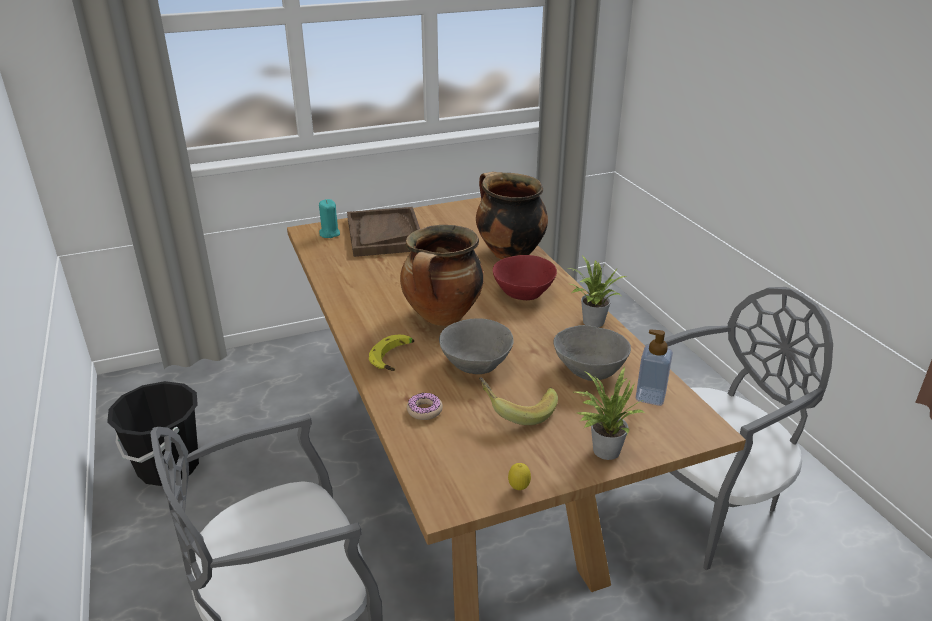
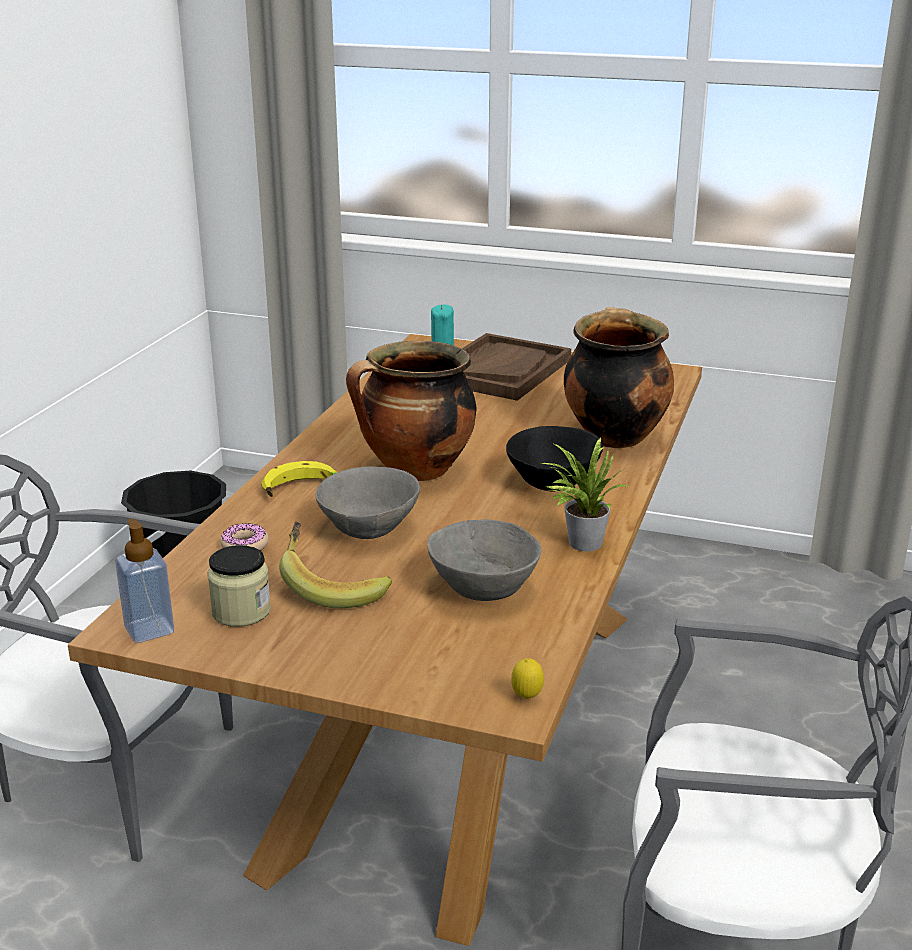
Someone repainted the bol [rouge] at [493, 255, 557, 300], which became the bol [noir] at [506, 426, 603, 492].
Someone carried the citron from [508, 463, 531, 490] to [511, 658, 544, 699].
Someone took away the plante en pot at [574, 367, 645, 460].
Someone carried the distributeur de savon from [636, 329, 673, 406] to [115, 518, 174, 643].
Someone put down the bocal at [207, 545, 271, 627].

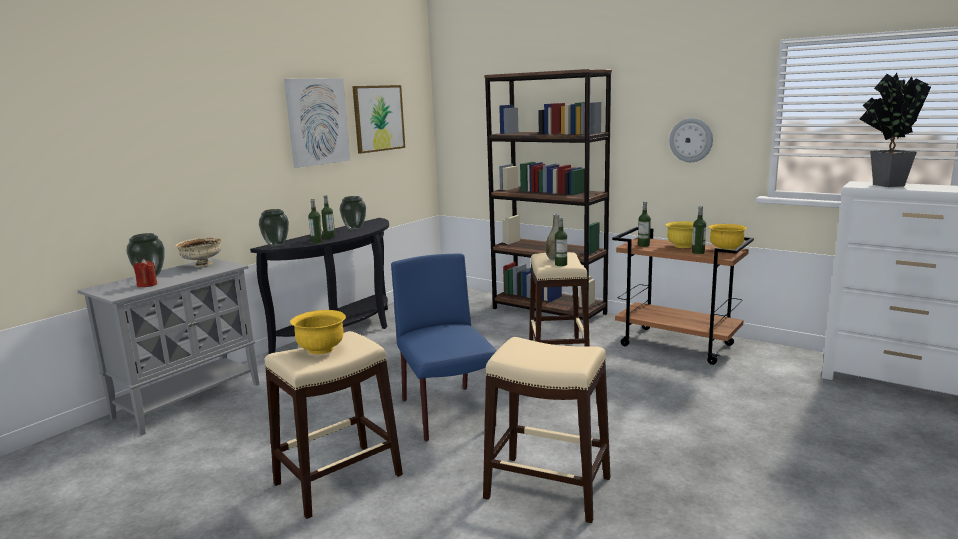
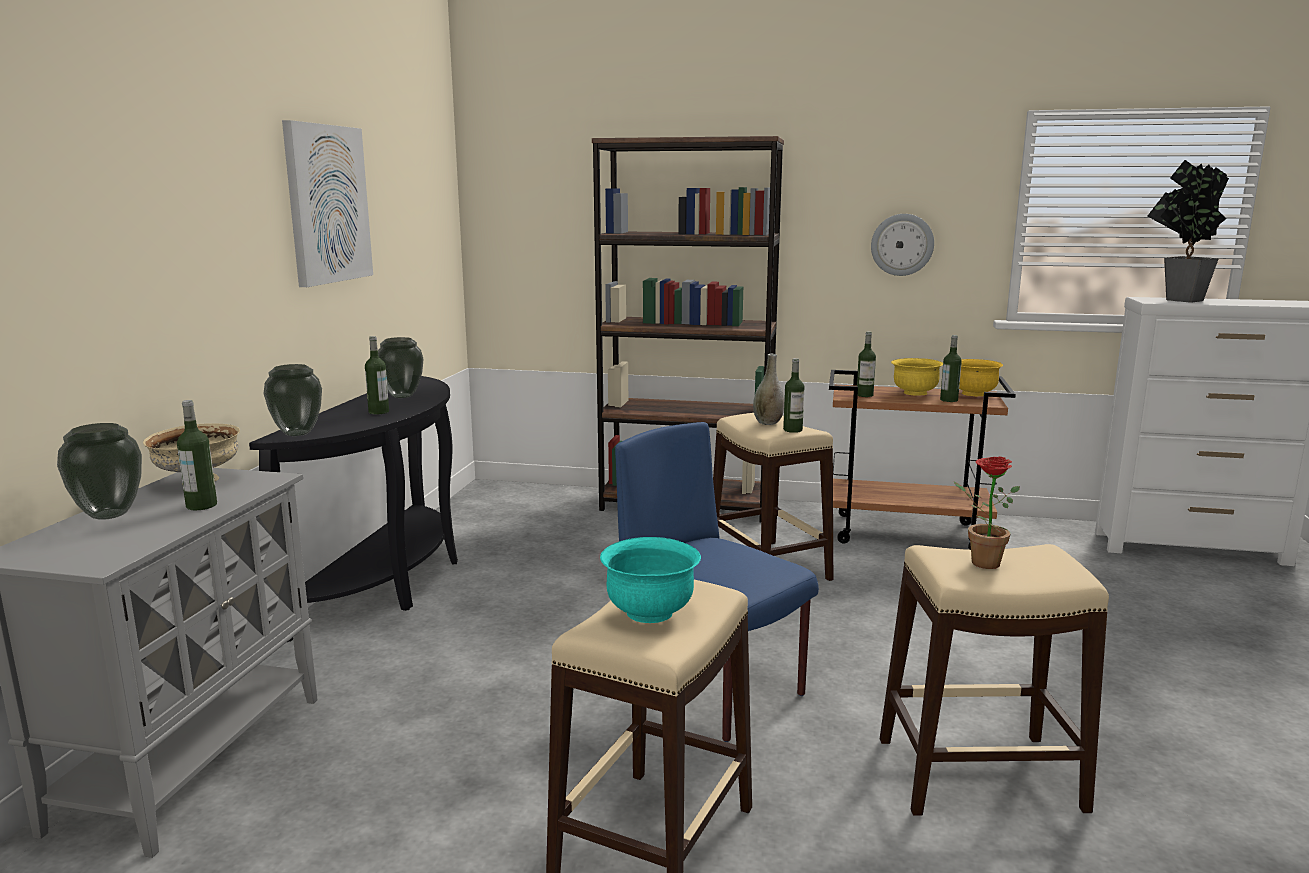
Someone took away the bougie [rouge] at [134, 259, 157, 287].
Someone repainted the bol [jaune] at [290, 310, 346, 354], which became the bol [turquoise] at [600, 537, 701, 623].
Someone carried the bouteille from [308, 199, 323, 244] to [177, 400, 217, 510].
Someone took away the tableau at [352, 85, 405, 154].
Someone put down the plante en pot at [954, 456, 1020, 569].

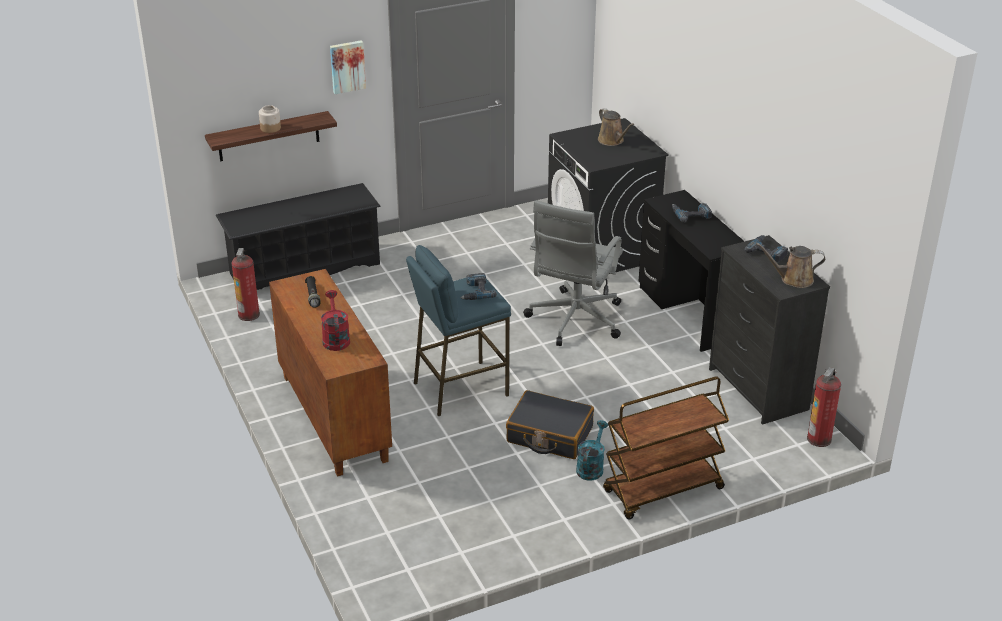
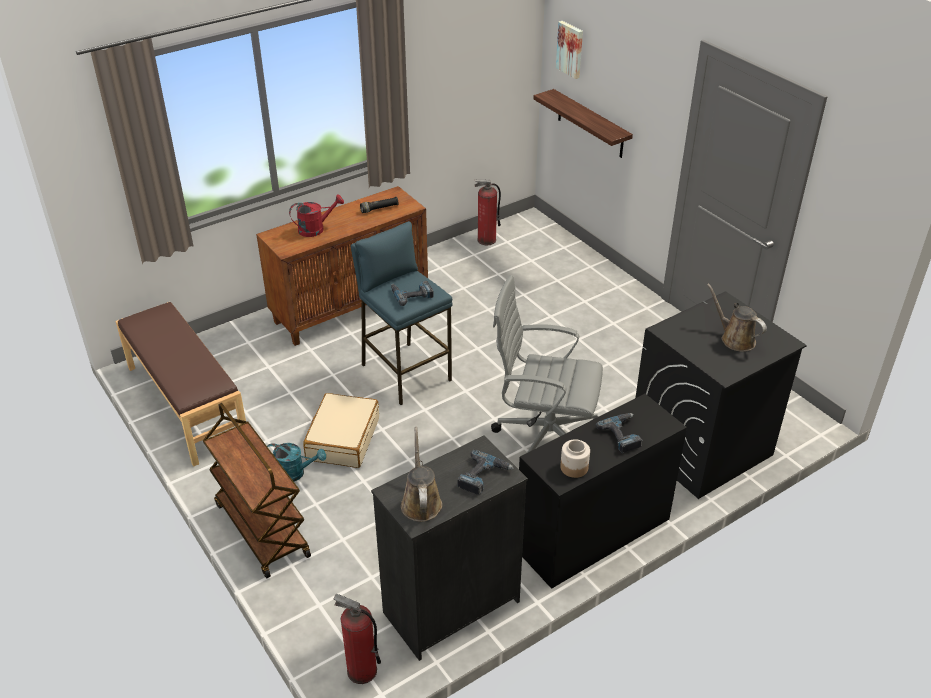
Someone took away the étagère à chaussures [noir] at [216, 183, 381, 290].
Someone carried the bocal from [259, 105, 281, 133] to [560, 439, 590, 478].
Someone carried the tableau from [330, 40, 366, 94] to [556, 21, 583, 79].
Someone repainted the valise [noir] at [506, 390, 594, 459], which became the valise [beige] at [303, 393, 379, 468].
Someone rotated the arrosoir [marron] at [598, 108, 634, 146] by 90 degrees clockwise.
Someone put down the banc [marron] at [116, 302, 246, 467].

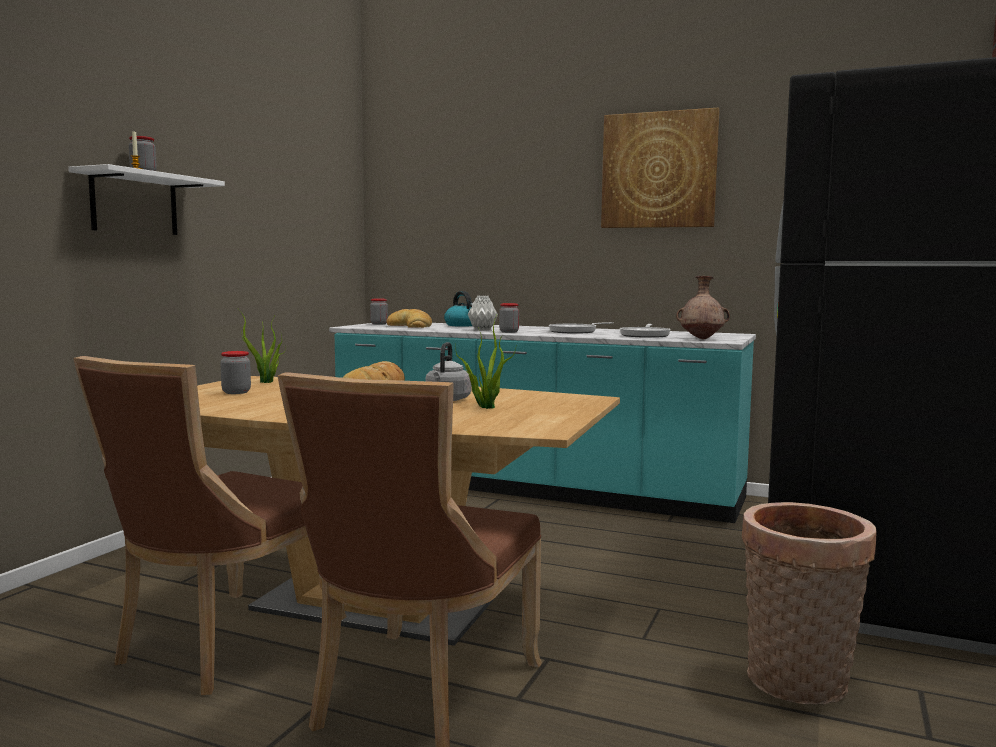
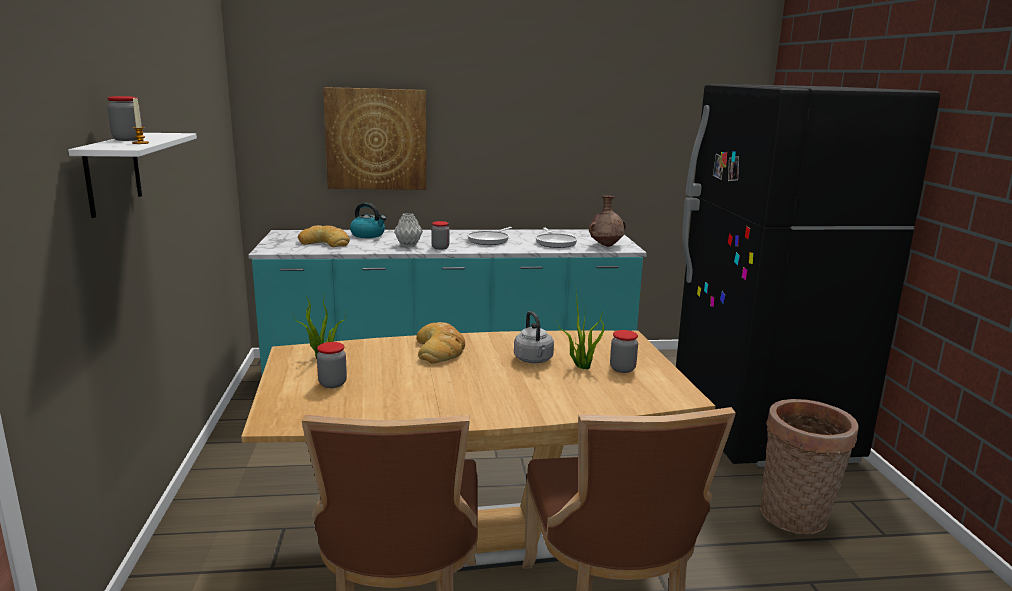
Someone carried the bocal from [370, 299, 388, 325] to [610, 330, 638, 373].
Someone carried the tableau from [601, 108, 720, 228] to [323, 87, 426, 190].

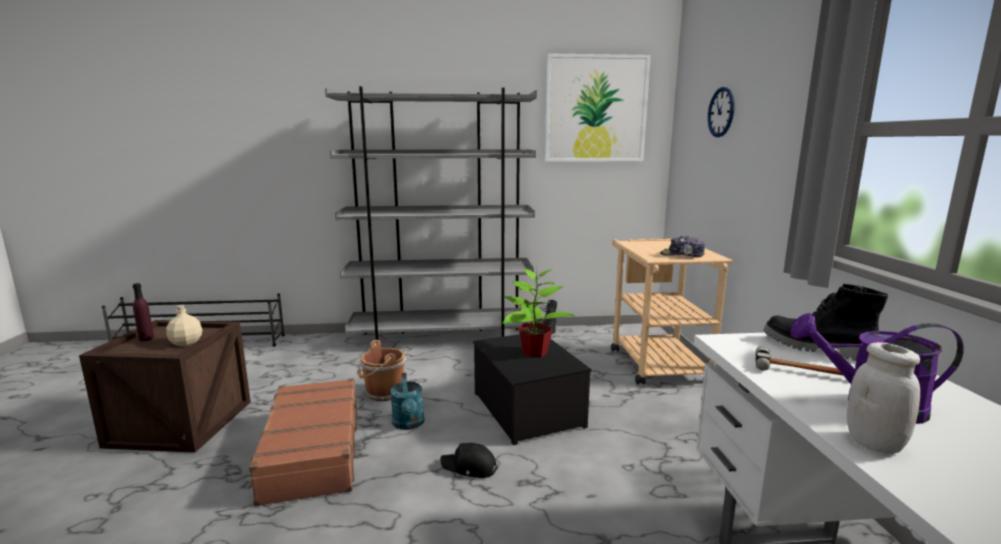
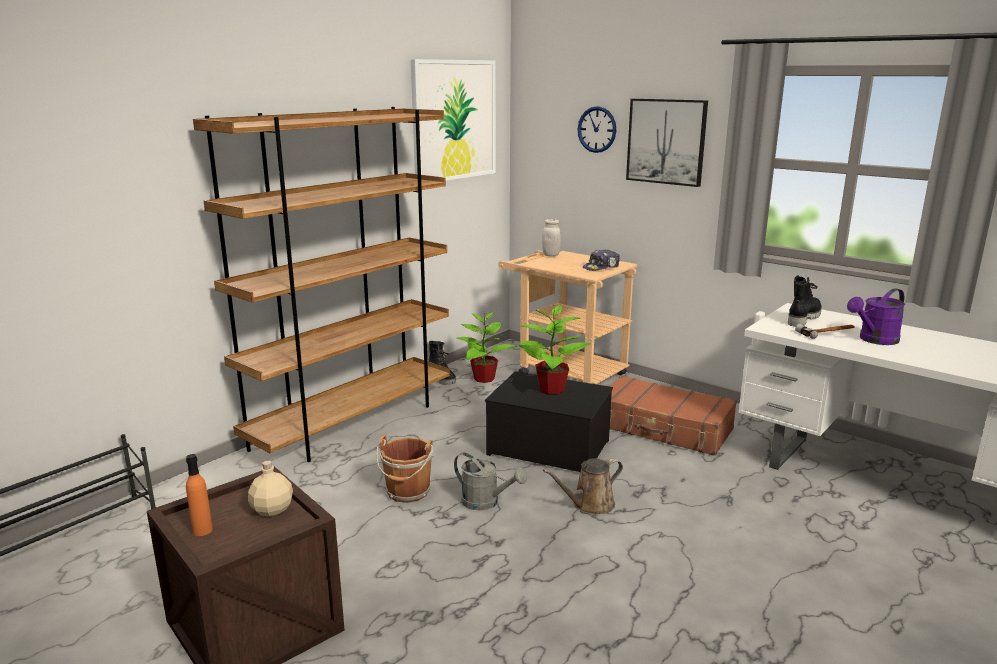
Someone repainted the bouteille [violet] at [133, 283, 154, 341], which became the bouteille [orange] at [186, 454, 213, 536].
Someone carried the valise [marron] from [248, 378, 357, 506] to [609, 375, 737, 456].
Someone repainted the bibliothèque [gris] at [325, 86, 537, 343], which became the bibliothèque [marron] at [193, 107, 450, 462].
Someone repainted the arrosoir [turquoise] at [390, 373, 424, 430], which became the arrosoir [gris] at [454, 452, 527, 511].
Someone swapped the casquette [noir] at [441, 443, 498, 478] for the arrosoir [marron] at [543, 458, 623, 514].
Someone rotated the botte [noir] at [764, 284, 888, 361] by 135 degrees clockwise.
Someone carried the bocal [blanc] from [847, 342, 920, 454] to [542, 219, 561, 256].
Someone put down the plante en pot at [456, 312, 517, 383].
Someone put up the tableau at [626, 99, 708, 187].

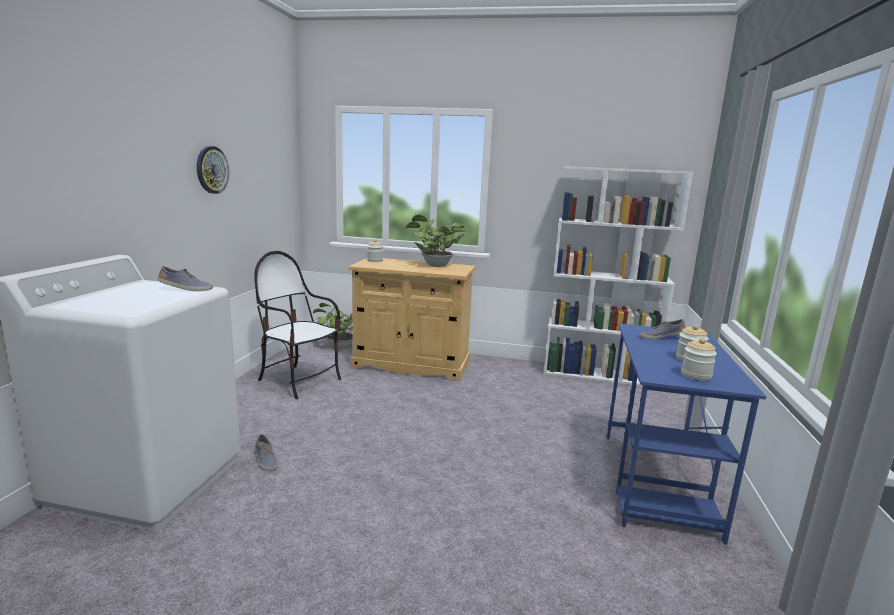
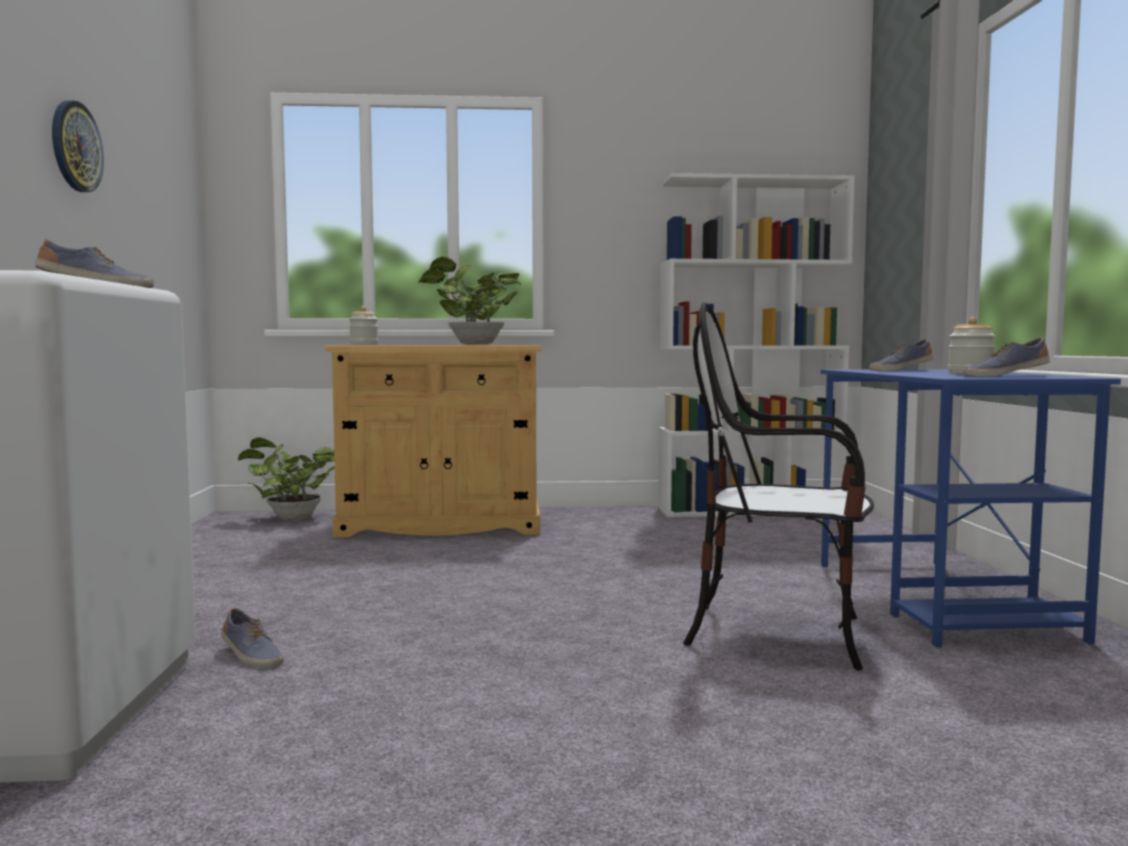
Someone carried the chaise from [254, 251, 341, 399] to [683, 302, 874, 671].
Someone swapped the bocal at [681, 338, 717, 381] for the chaussure at [963, 337, 1050, 377].

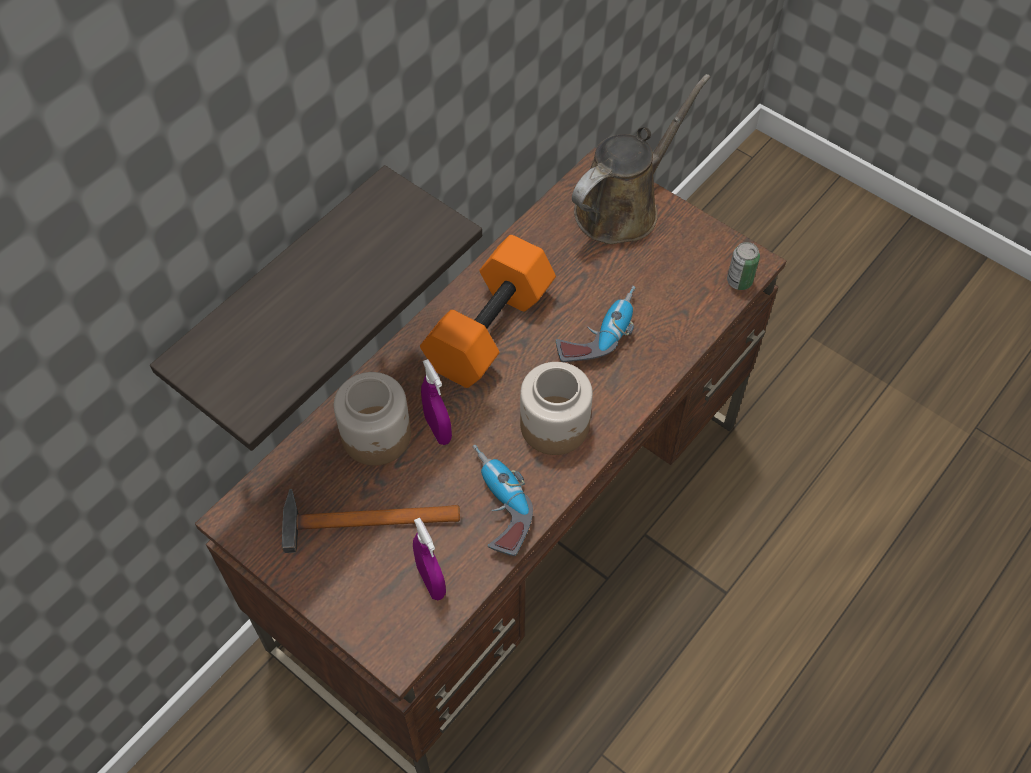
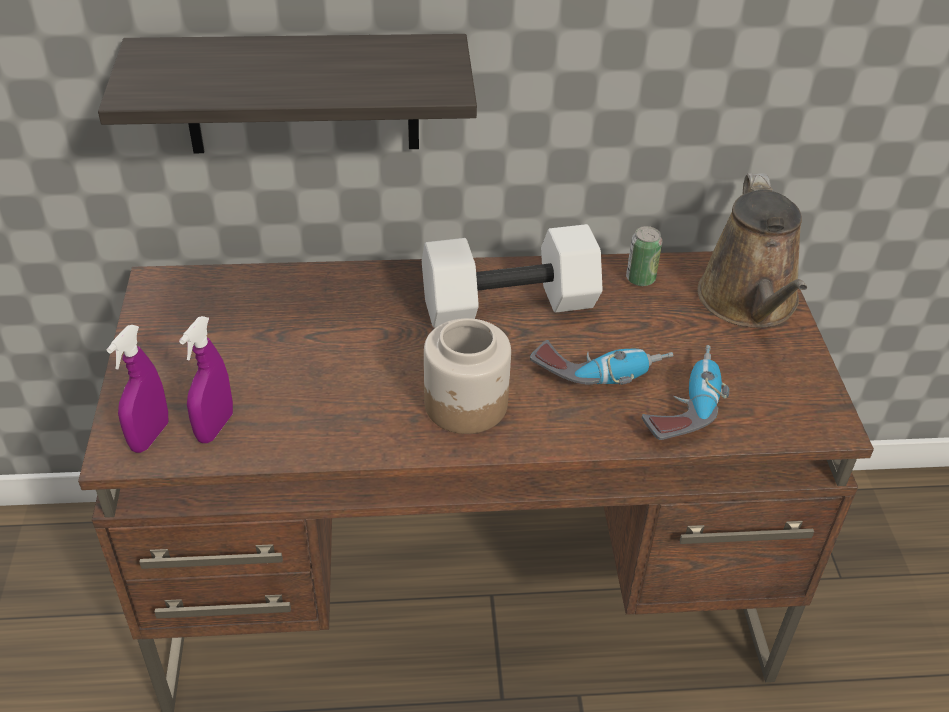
Someone took away the marteau at [282, 489, 460, 553].
Someone took away the bocal at [334, 372, 411, 466].
Someone repainted the haltère [orange] at [420, 235, 556, 388], which became the haltère [blanc] at [422, 224, 602, 328].
Someone carried the vaporisateur [violet] from [421, 359, 452, 445] to [106, 325, 169, 453].
Someone carried the perceuse from [472, 444, 533, 556] to [642, 345, 729, 440].
Someone rotated the arrosoir [marron] at [572, 74, 711, 244] by 90 degrees clockwise.
Someone carried the boîte métallique from [727, 242, 760, 290] to [626, 226, 662, 286].

